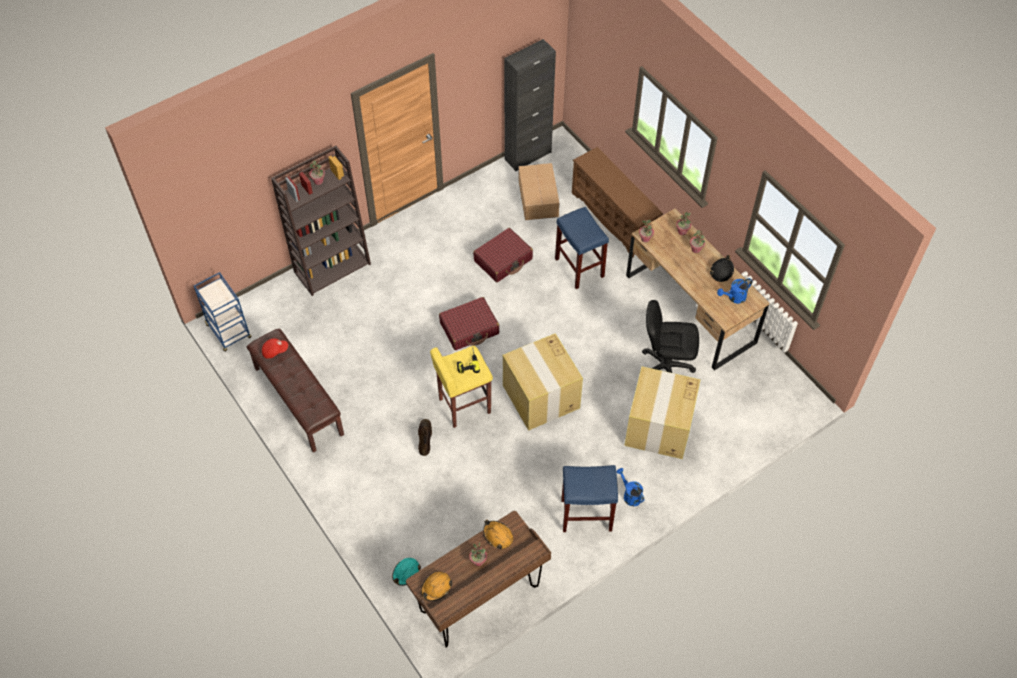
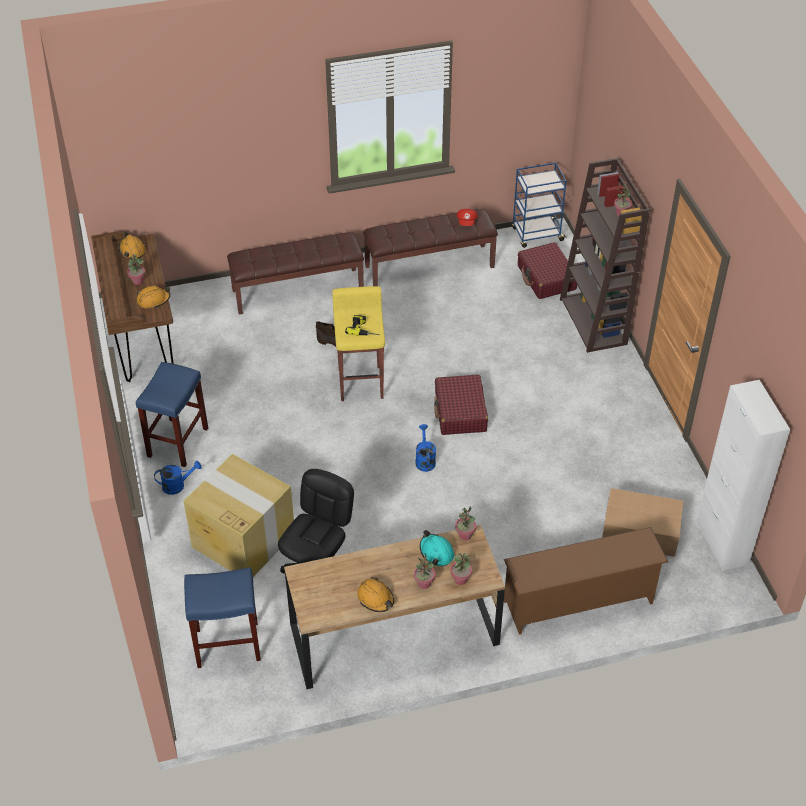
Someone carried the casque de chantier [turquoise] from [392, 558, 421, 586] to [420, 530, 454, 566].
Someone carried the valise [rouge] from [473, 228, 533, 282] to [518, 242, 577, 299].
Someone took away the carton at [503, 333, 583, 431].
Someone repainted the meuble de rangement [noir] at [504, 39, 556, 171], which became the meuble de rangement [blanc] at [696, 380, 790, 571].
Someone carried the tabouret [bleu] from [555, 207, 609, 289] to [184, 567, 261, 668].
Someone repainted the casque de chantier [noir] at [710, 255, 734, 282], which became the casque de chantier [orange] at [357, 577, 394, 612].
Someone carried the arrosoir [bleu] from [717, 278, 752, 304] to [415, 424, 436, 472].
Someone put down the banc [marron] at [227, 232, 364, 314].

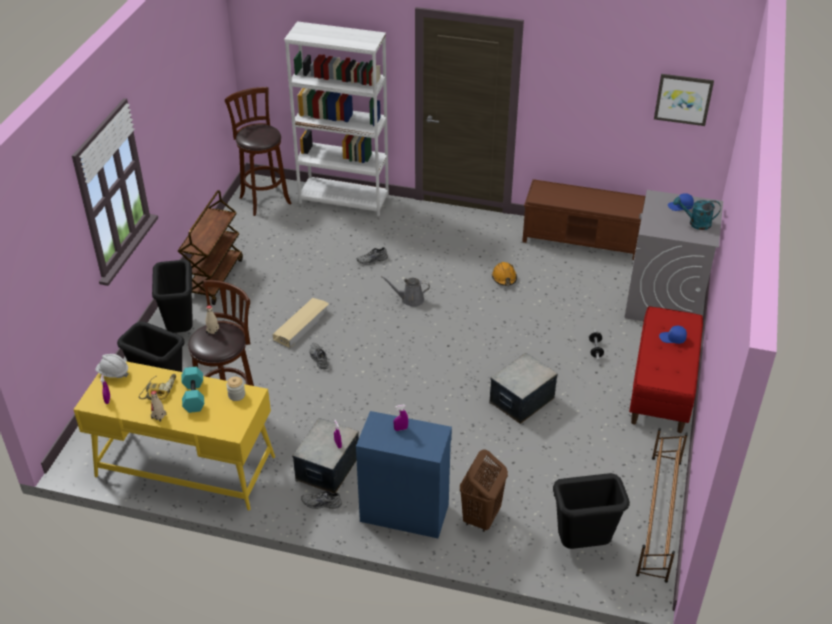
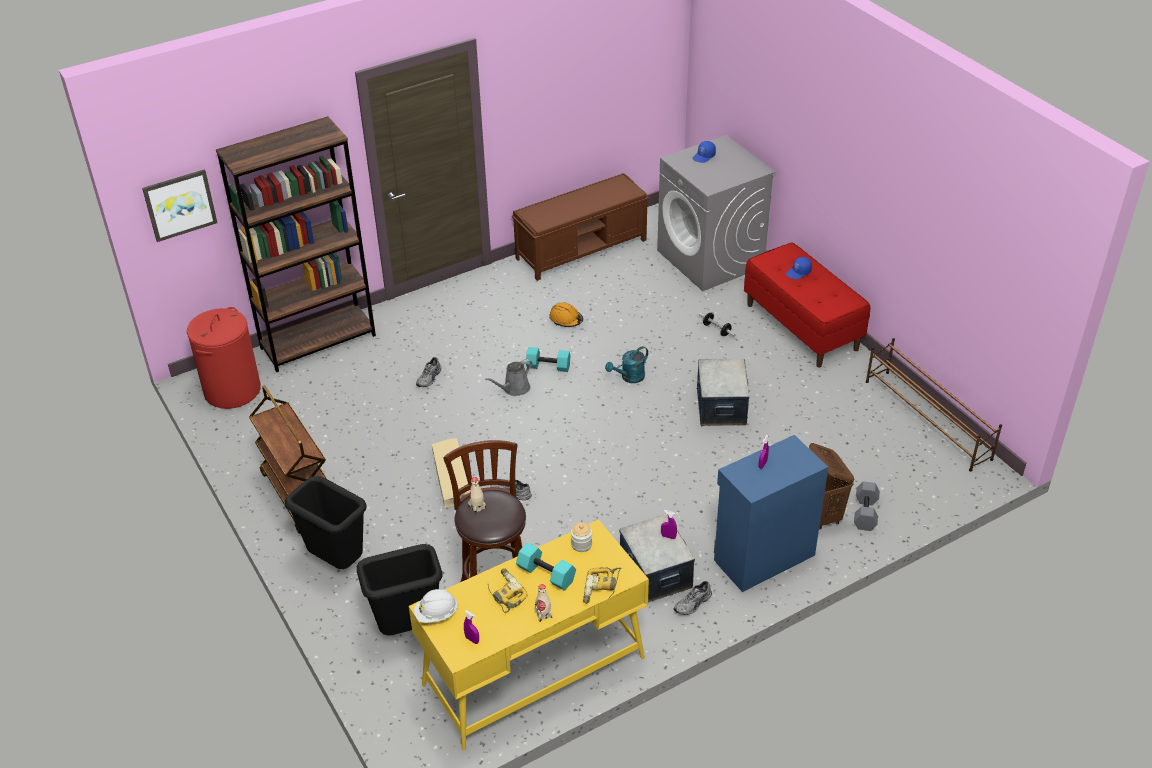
Someone swapped the tabouret [marron] at [225, 87, 291, 216] for the panier à linge [rouge] at [187, 307, 261, 409].
Someone repainted the bibliothèque [blanc] at [284, 21, 389, 216], which became the bibliothèque [marron] at [216, 116, 376, 372].
Someone took away the poubelle [noir] at [553, 473, 630, 549].
Someone carried the tableau from [654, 74, 714, 126] to [142, 169, 217, 242].
Someone carried the arrosoir [turquoise] from [673, 197, 721, 230] to [605, 346, 648, 383].
Someone put down the haltère [turquoise] at [526, 347, 571, 372].
Someone put down the perceuse at [583, 567, 621, 604].
Someone put down the haltère [gris] at [854, 481, 880, 531].

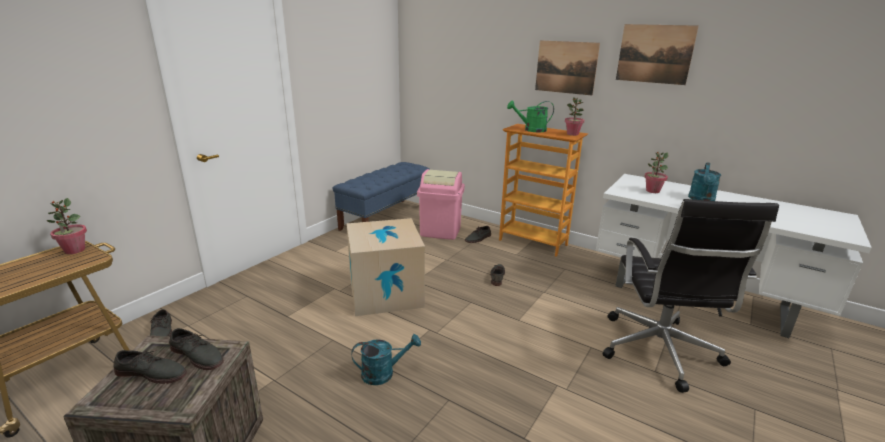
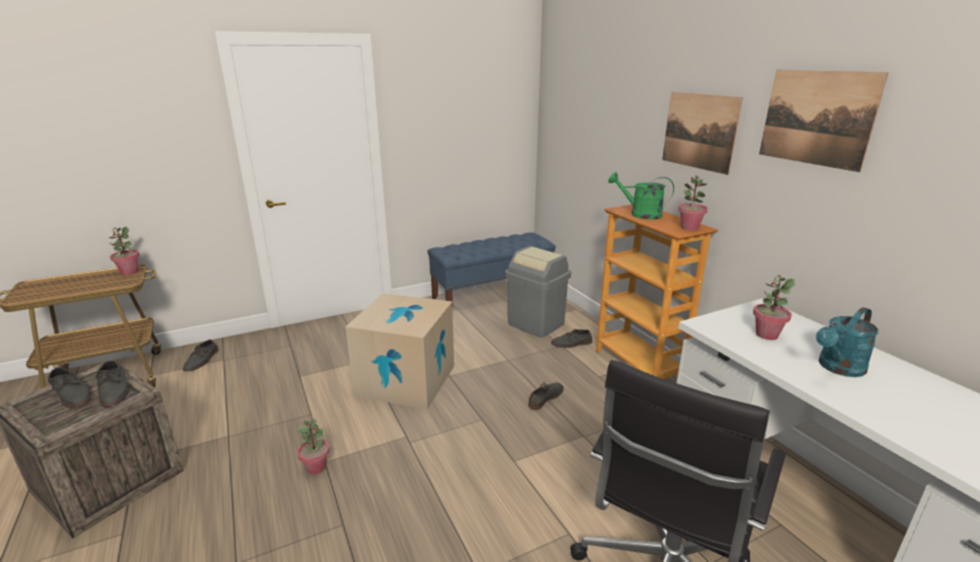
Someone swapped the arrosoir [turquoise] at [352, 334, 421, 385] for the plante en pot at [297, 419, 329, 474].
Someone repainted the poubelle [rose] at [417, 169, 465, 240], which became the poubelle [gris] at [505, 246, 571, 338].

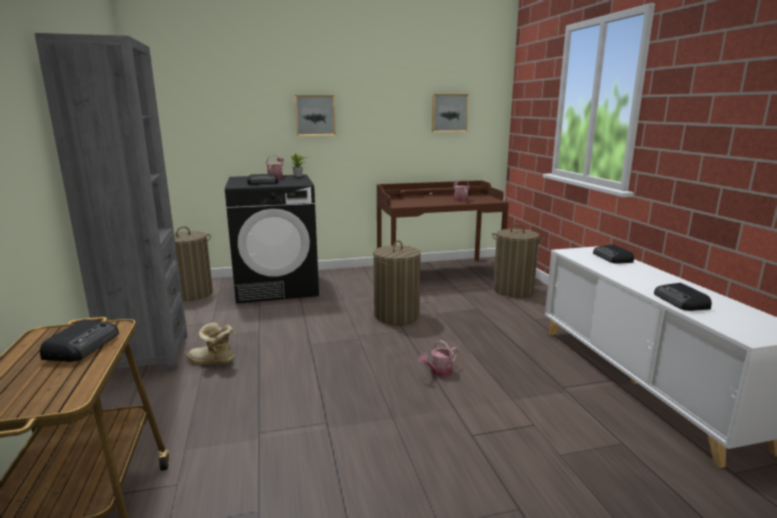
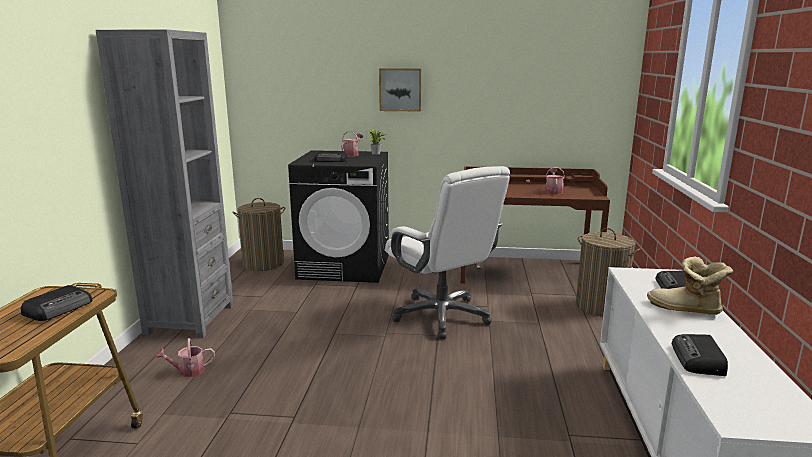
Someone carried the botte from [187, 322, 235, 364] to [647, 256, 733, 315].
Someone swapped the panier à linge at [373, 240, 421, 324] for the chaise de bureau [blanc] at [385, 166, 510, 339].
Someone carried the arrosoir from [418, 340, 458, 377] to [155, 338, 215, 377].
Someone took away the tableau at [432, 94, 469, 132].

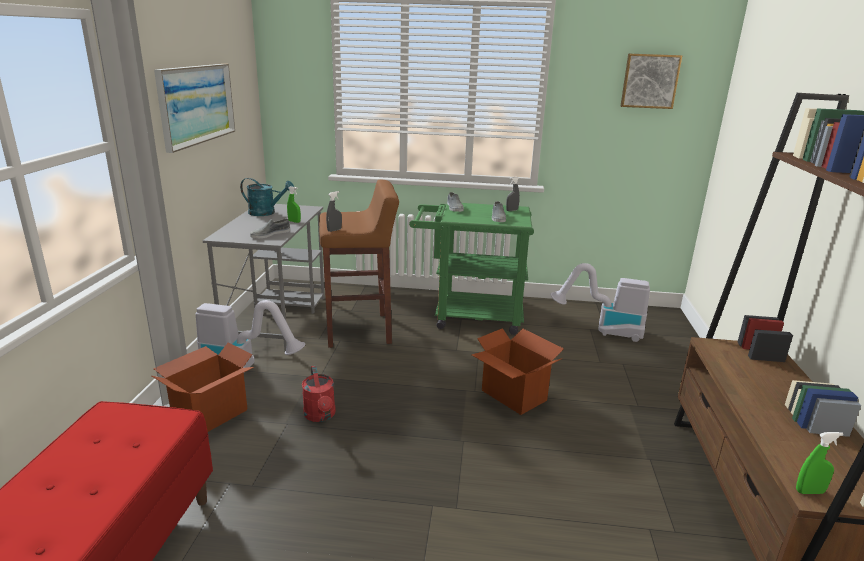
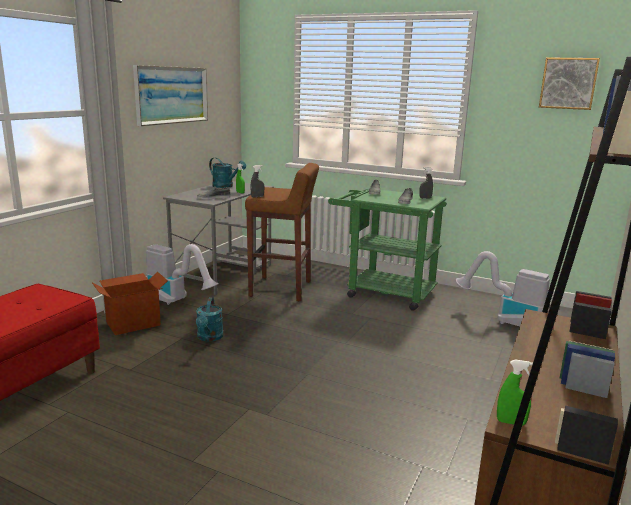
Someone repainted the arrosoir [rouge] at [302, 366, 336, 422], which became the arrosoir [turquoise] at [196, 297, 224, 342].
Someone took away the carton at [472, 328, 564, 415].

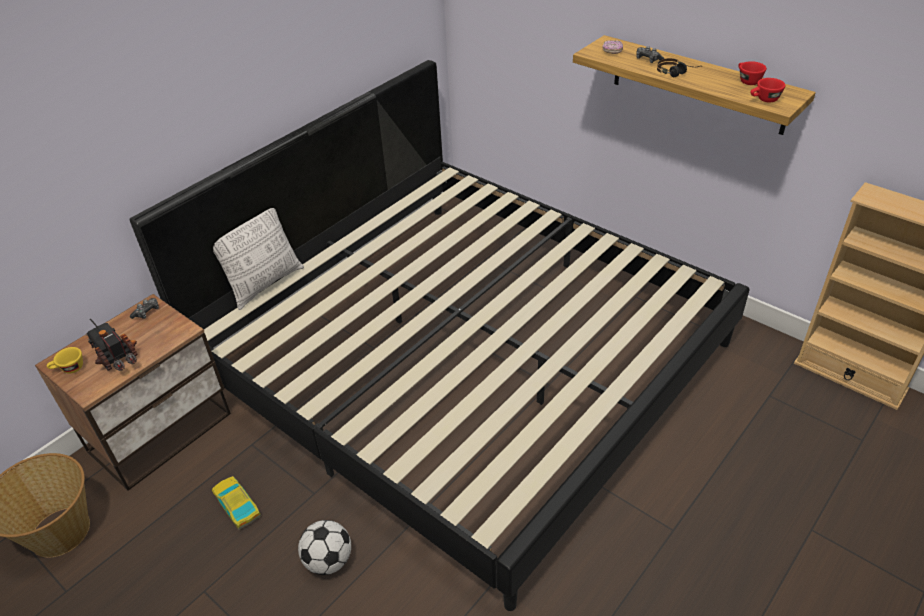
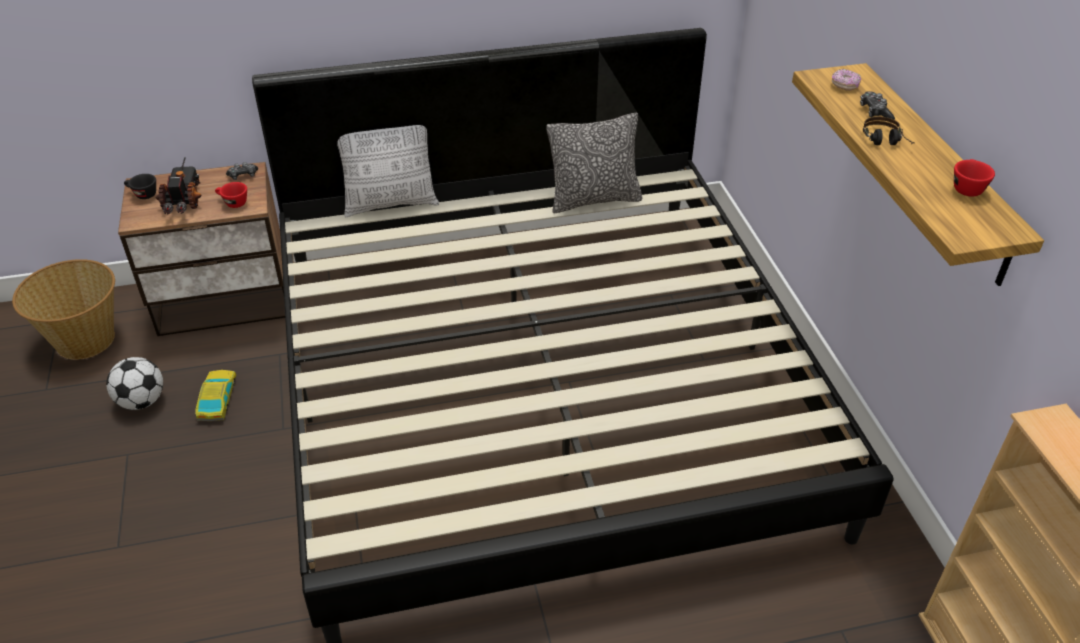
Someone repainted the tasse [jaune] at [47, 347, 83, 373], which became the tasse [noir] at [124, 174, 156, 199].
Someone carried the ballon de foot from [298, 520, 351, 575] to [106, 357, 163, 410].
Someone carried the tasse [rouge] from [750, 78, 786, 102] to [215, 182, 247, 208].
Someone put down the coussin at [546, 113, 642, 213].

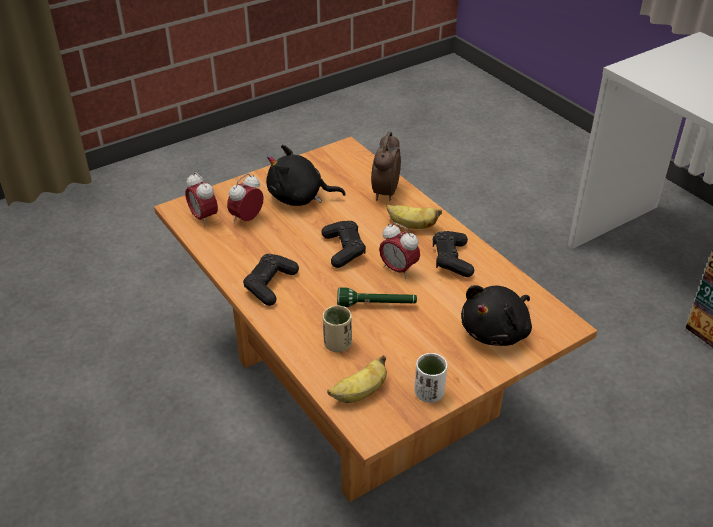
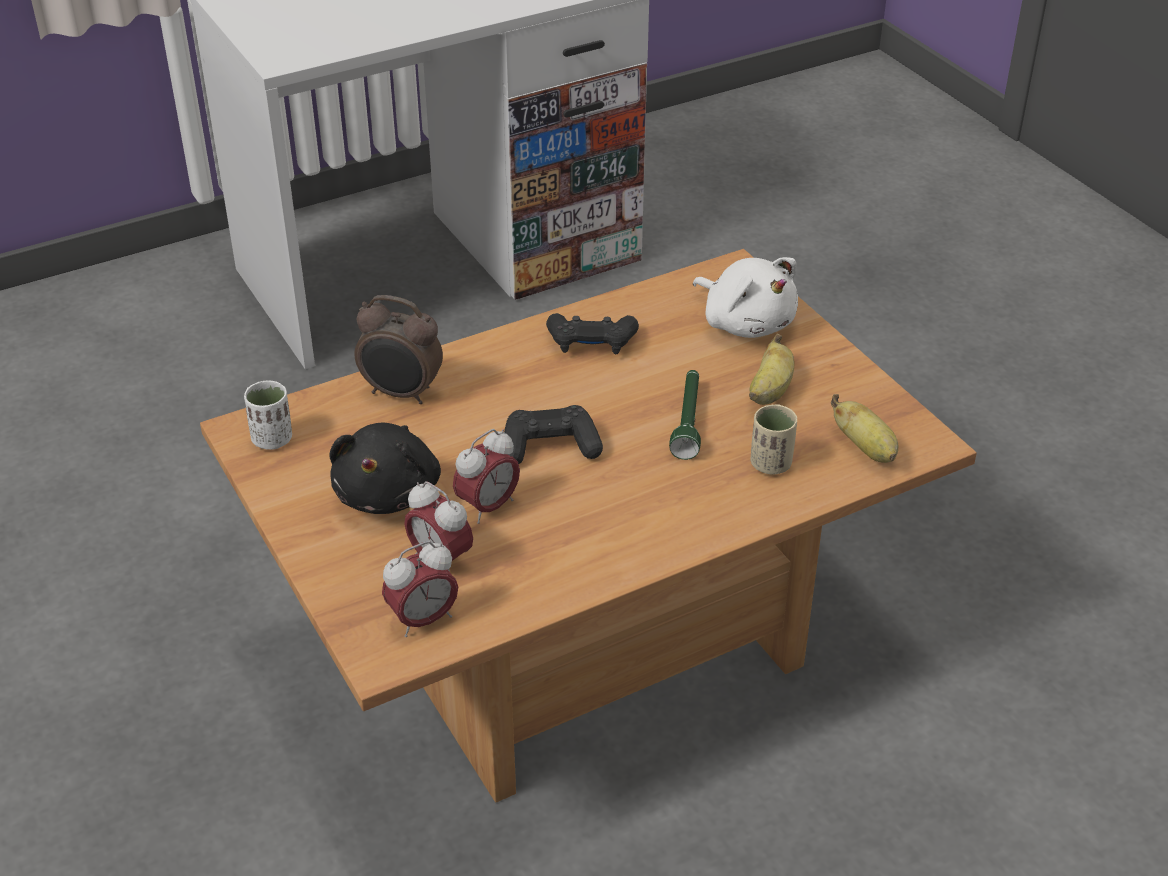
Someone took away the manette [noir] at [243, 254, 299, 306].
Someone carried the réveil from [379, 223, 420, 279] to [453, 429, 520, 524].
Someone carried the banane from [386, 205, 442, 229] to [749, 334, 794, 405].
Someone carried the tasse [blanc] from [414, 353, 447, 403] to [244, 381, 292, 450].
Someone repainted the peluche [noir] at [461, 285, 532, 346], which became the peluche [blanc] at [693, 257, 798, 338].

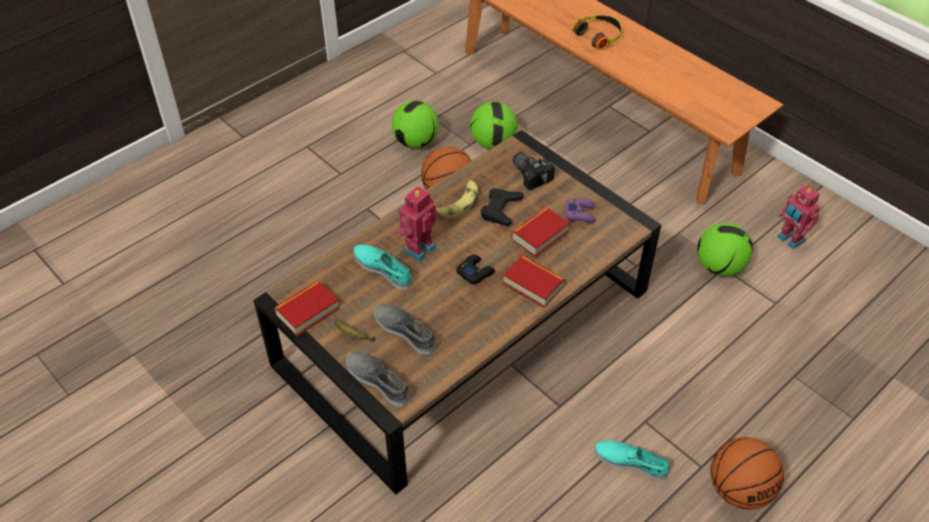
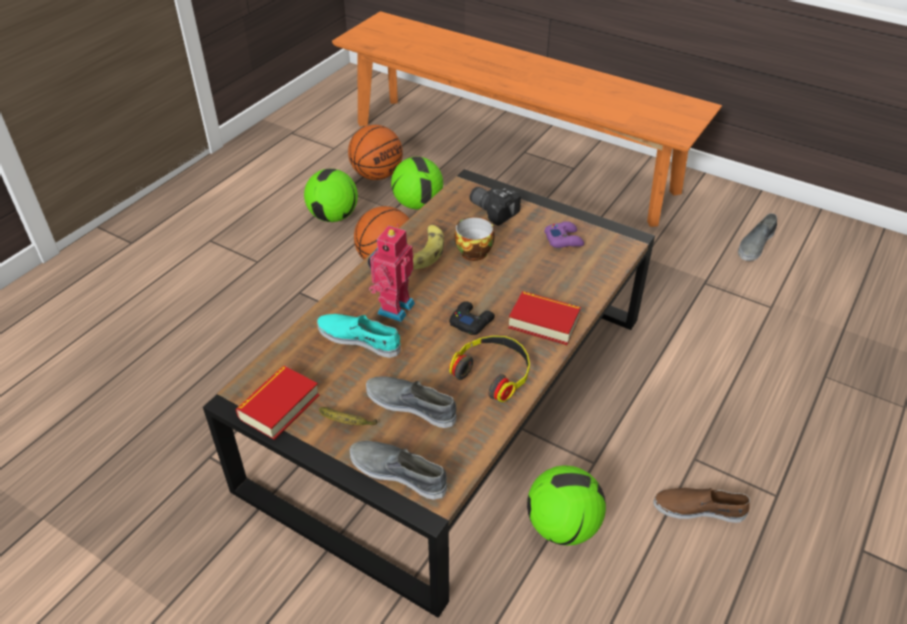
Someone swapped the manette [noir] at [481, 188, 523, 226] for the tasse at [455, 217, 495, 261].
Someone took away the livre at [511, 207, 570, 257].
Someone carried the casque audio from [572, 15, 622, 50] to [449, 336, 530, 402].
Someone repainted the chaussure [turquoise] at [594, 440, 670, 480], which became the chaussure [marron] at [653, 488, 750, 523].
Someone carried the ballon de foot from [697, 223, 753, 276] to [527, 465, 606, 546].
Someone carried the ballon de basket from [710, 437, 784, 510] to [348, 125, 403, 180].
Someone swapped the robot jouet at [777, 184, 820, 249] for the chaussure [gris] at [738, 213, 777, 261].

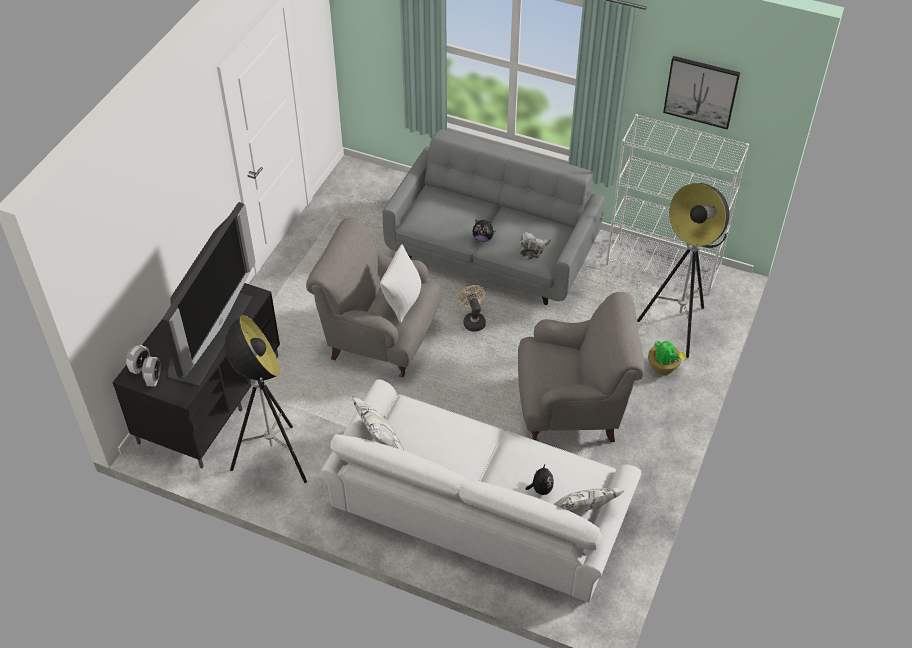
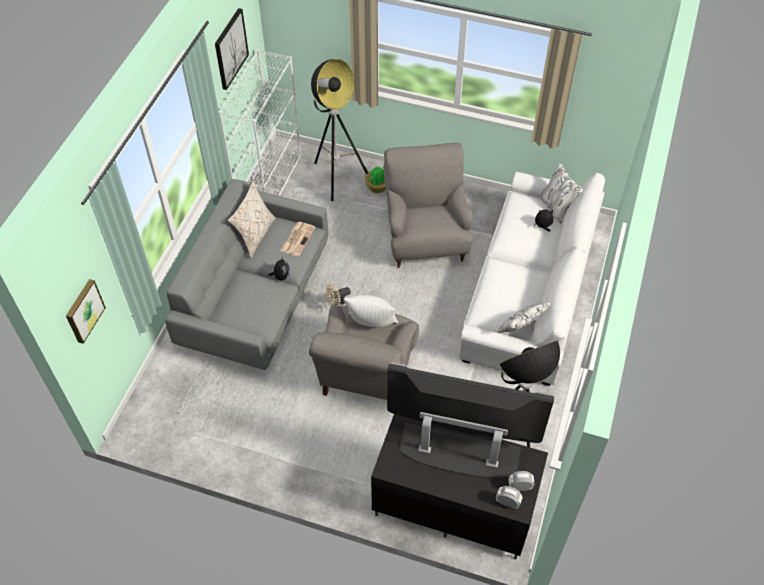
Someone swapped the peluche at [520, 232, 552, 260] for the journal at [280, 222, 315, 256].
Someone put up the tableau at [66, 279, 106, 344].
Someone put down the coussin [beige] at [227, 180, 276, 258].

